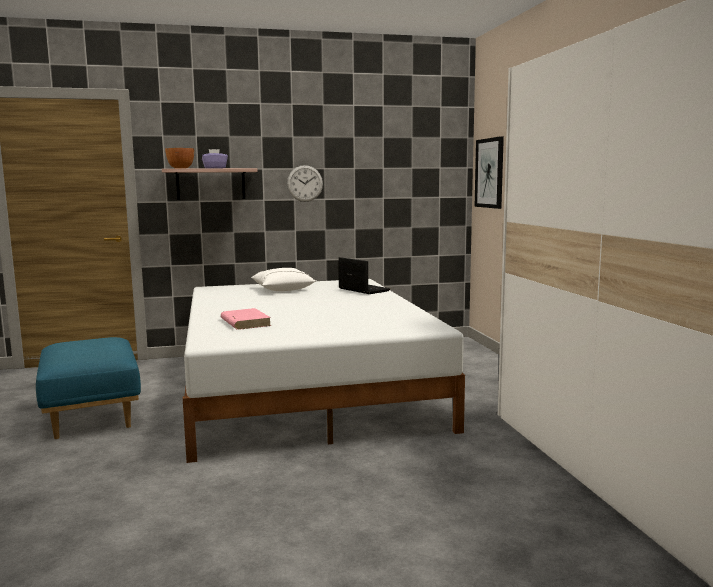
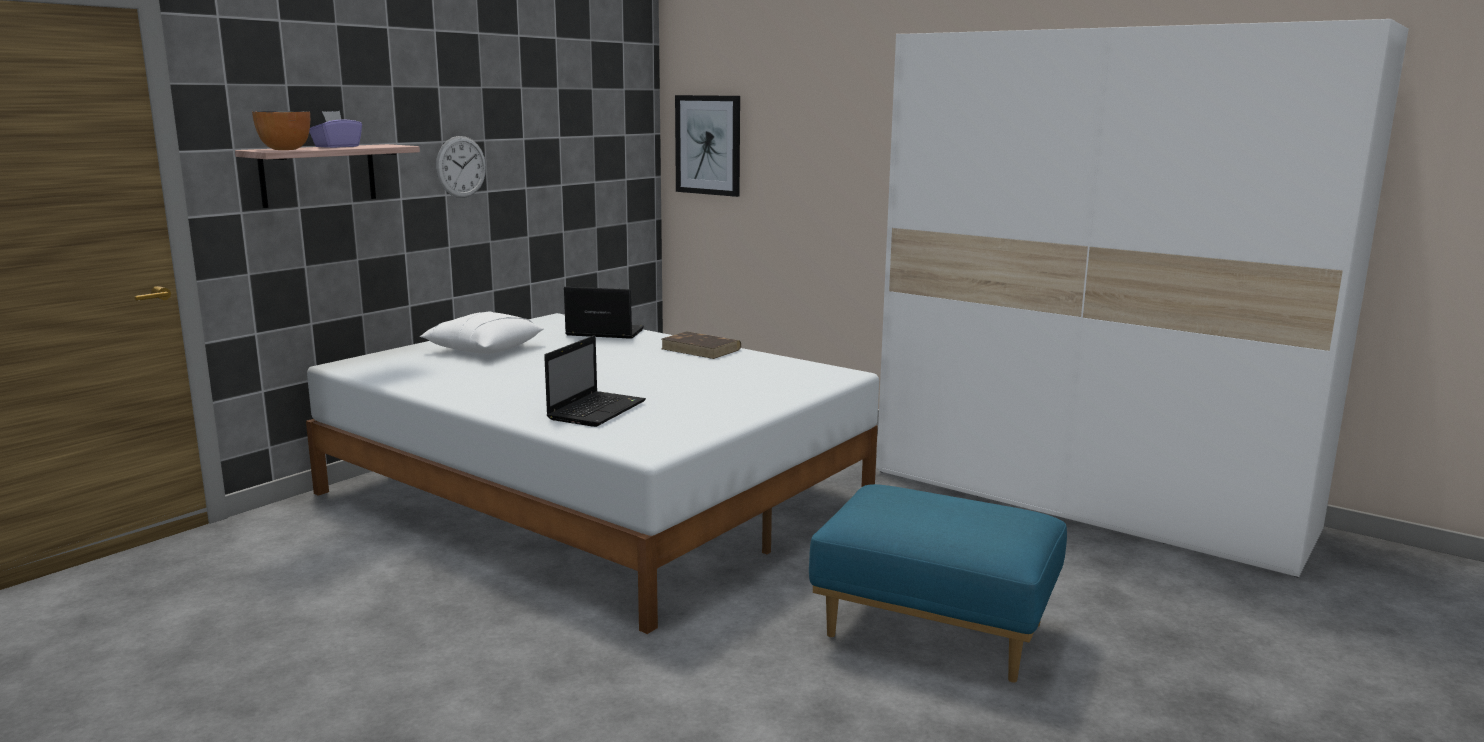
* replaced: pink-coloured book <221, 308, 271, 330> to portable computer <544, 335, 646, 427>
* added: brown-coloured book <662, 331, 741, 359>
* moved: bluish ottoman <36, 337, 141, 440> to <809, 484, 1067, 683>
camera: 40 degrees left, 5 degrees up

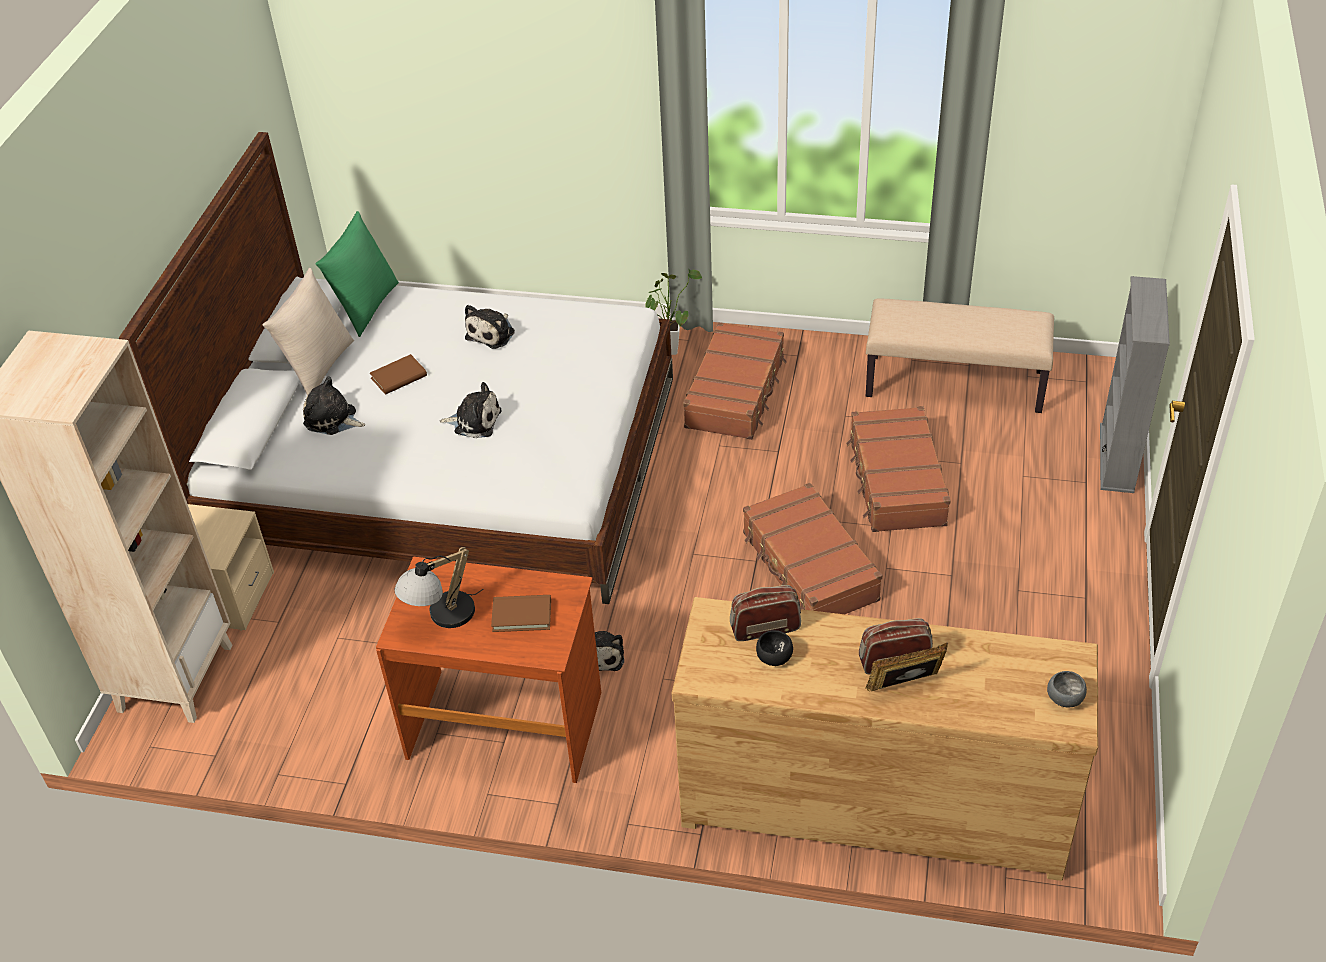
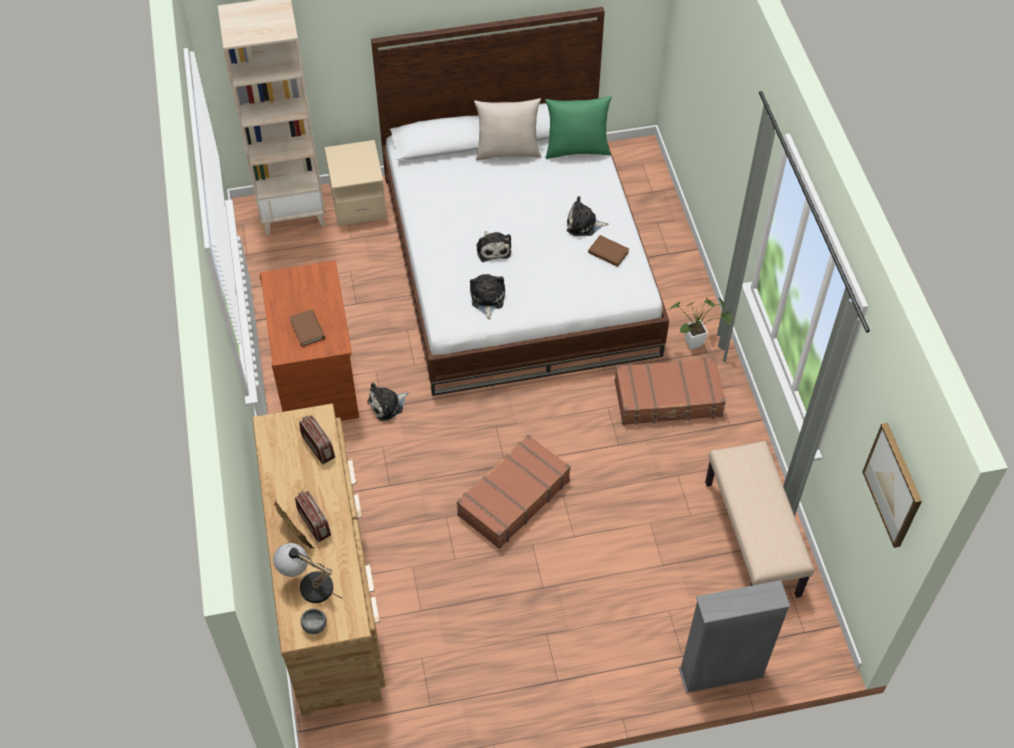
* moved: table lamp <394, 547, 484, 628> to <273, 543, 343, 603>
* moved: soft toy <303, 376, 366, 435> to <470, 274, 505, 319>
* moved: brown-coloured book <370, 354, 427, 395> to <588, 235, 629, 267>
* added: wall art <862, 423, 922, 548>
* removed: black-coloured bowl <756, 630, 793, 666>
* removed: brown-coloured travel case <846, 406, 951, 532>
camera: 65 degrees right, 10 degrees up

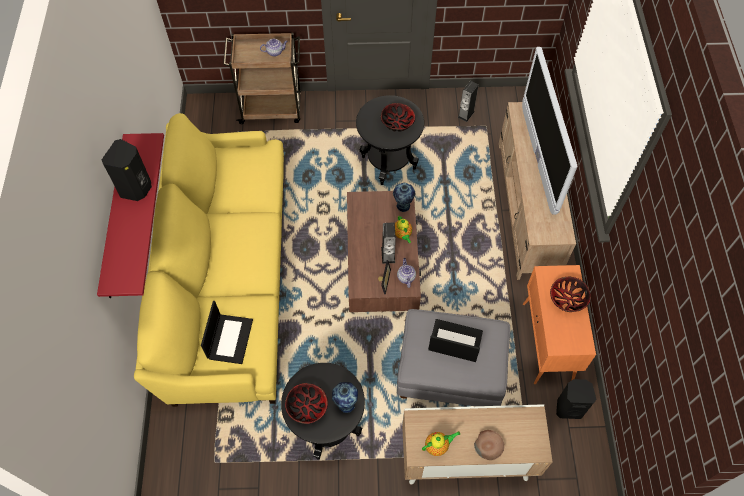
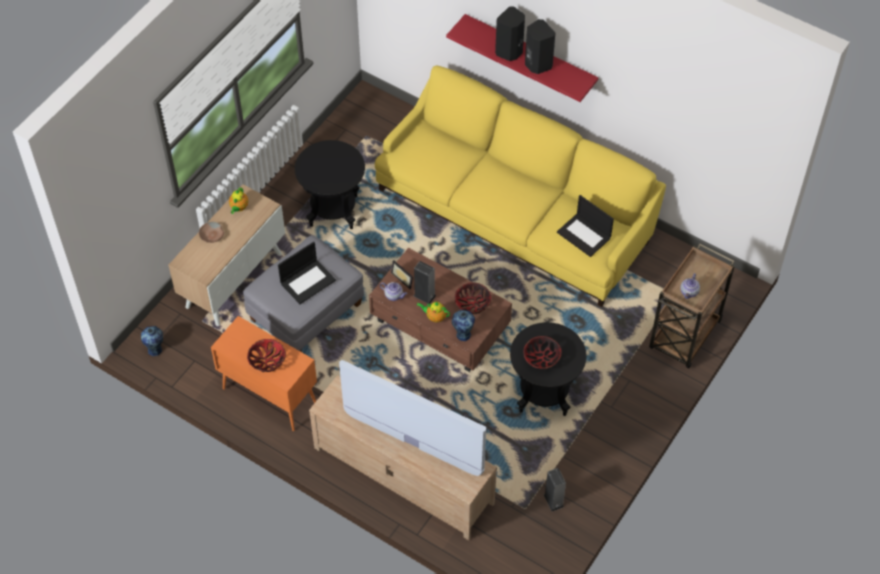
* moved: decorative vase <332, 382, 358, 413> to <141, 326, 163, 356>
* moved: bowl <285, 383, 328, 424> to <455, 283, 491, 314>
* moved: black-coloured loudspeaker <556, 379, 597, 419> to <495, 6, 525, 61>
* moved: portable computer <201, 301, 253, 364> to <557, 195, 614, 257>
camera: 125 degrees right, 5 degrees down

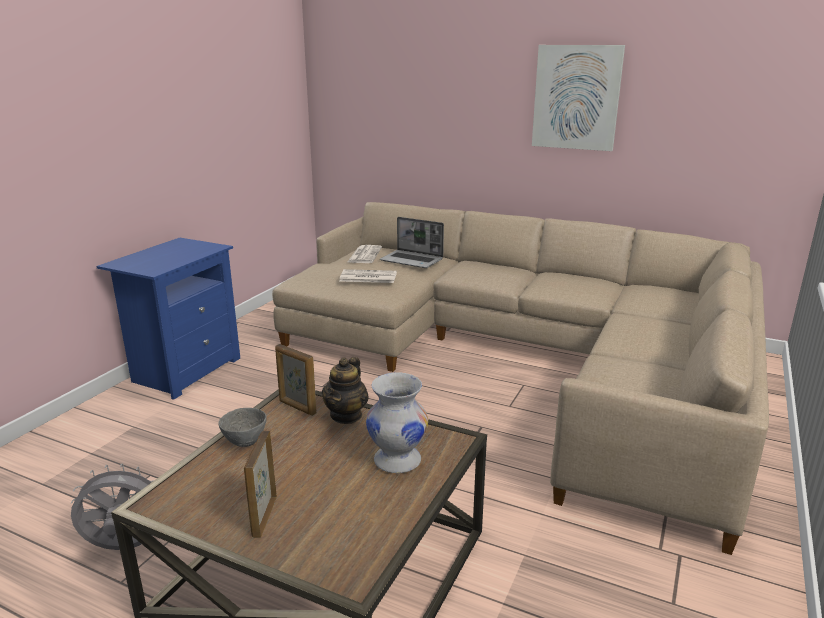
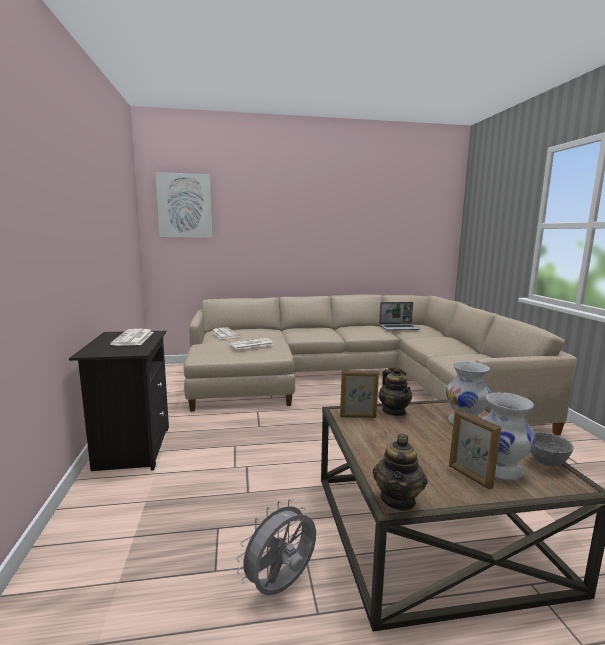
* recoloured: bluish bedside table <96, 237, 240, 400> to black-coloured bedside table <69, 330, 169, 471>
* added: daily paper <110, 329, 153, 346>
* moved: wall art <532, 45, 625, 151> to <155, 172, 212, 238>
* added: teapot <373, 434, 428, 511>
* moved: portable computer <380, 217, 444, 268> to <379, 302, 420, 331>
* added: white decorative vase <482, 392, 536, 480>
* moved: gray bowl <218, 408, 267, 447> to <530, 432, 574, 467>
camera: 35 degrees left, 10 degrees down

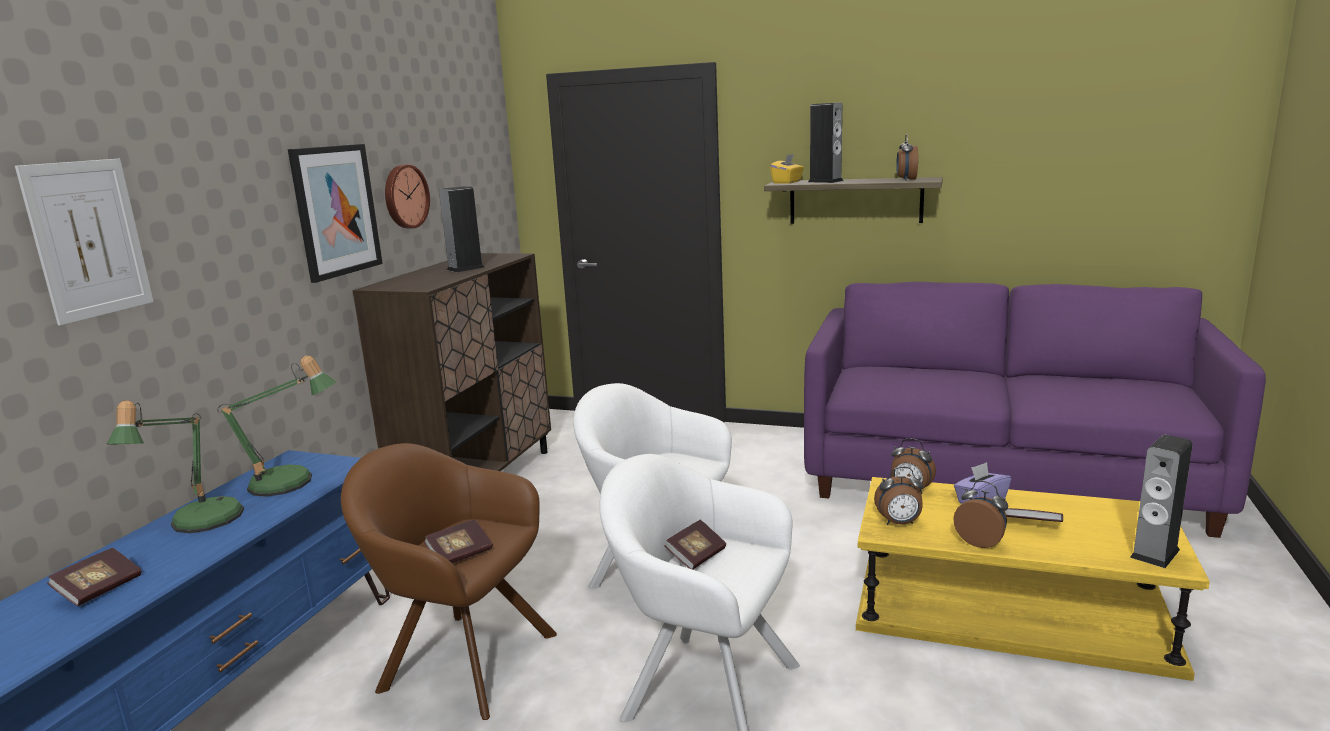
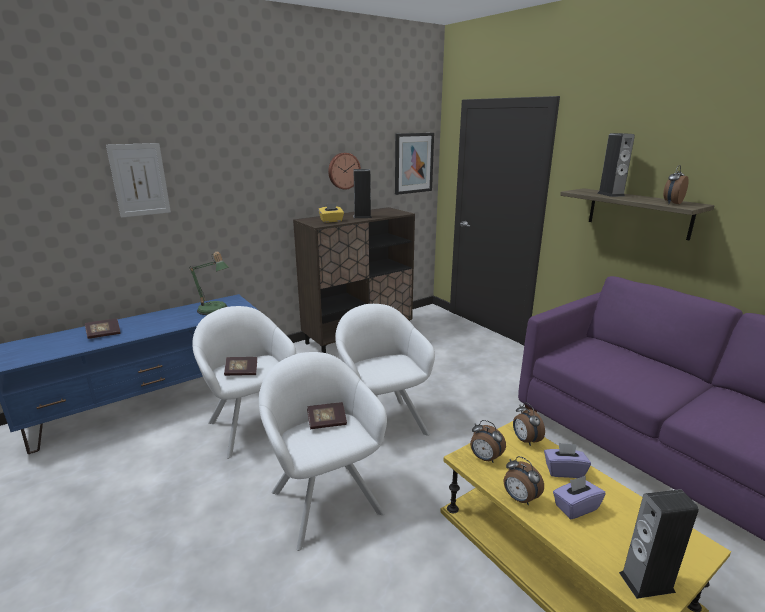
* recoloured: brown-coloured armchair <341, 443, 557, 720> to white armchair <192, 306, 296, 459>
* moved: yellowish tissue box <770, 154, 804, 184> to <318, 203, 344, 223>
* moved: wall art <288, 144, 383, 283> to <395, 133, 434, 195>
* turned: bedside clock <954, 480, 1008, 548> = <504, 456, 544, 505> 150 degrees clockwise
* replaced: book <1005, 508, 1063, 522> to purple-coloured tissue box <553, 476, 606, 519>
* removed: table lamp <107, 400, 244, 533>
camera: 35 degrees right, 5 degrees up

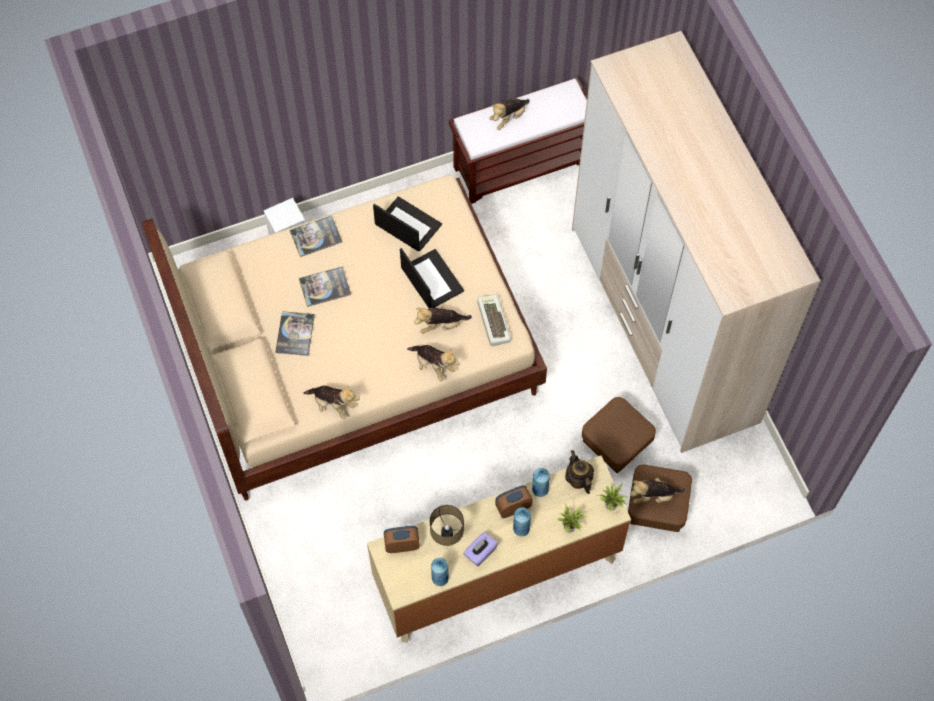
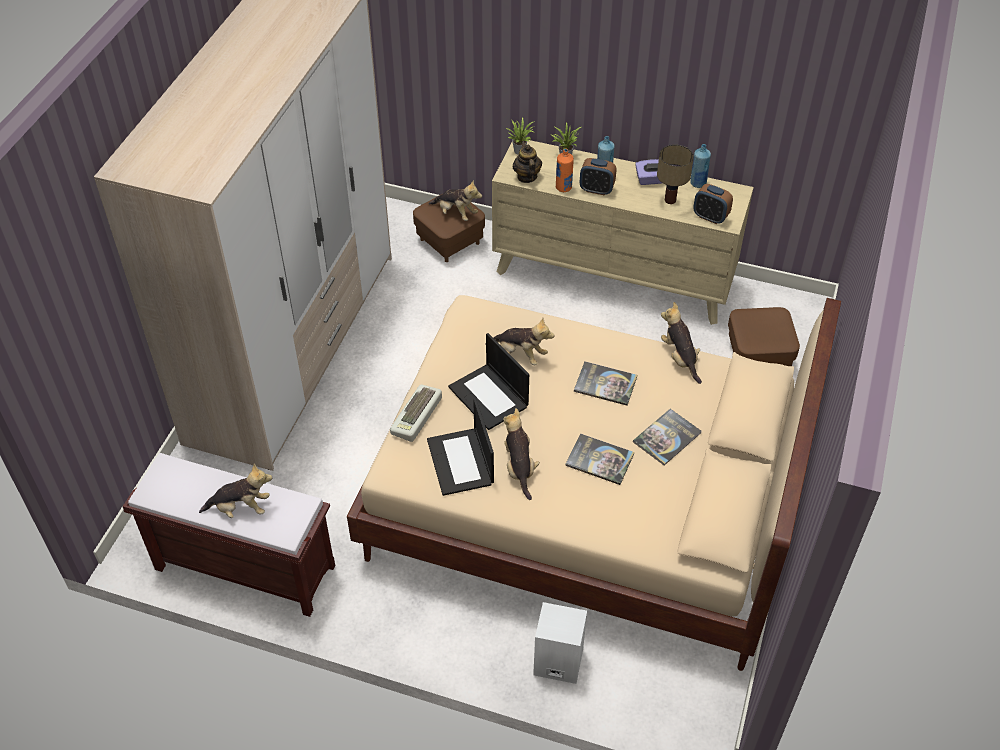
* moved: keyboard <477, 294, 511, 346> to <390, 385, 442, 442>
* turned: portable computer <400, 248, 464, 308> = <448, 333, 529, 430> 45 degrees counterclockwise
* moved: soft toy <407, 345, 460, 381> to <503, 408, 540, 500>
* turned: teapot <565, 450, 594, 494> = <513, 141, 542, 183> 150 degrees clockwise
* recoloured: bluish drink bottle <532, 468, 550, 497> to orange drink bottle <556, 148, 574, 192>
* moved: book <290, 215, 342, 257> to <574, 361, 637, 406>
* moved: brown-coloured ottoman <582, 397, 656, 473> to <728, 307, 800, 366>
camera: 140 degrees left, 15 degrees down

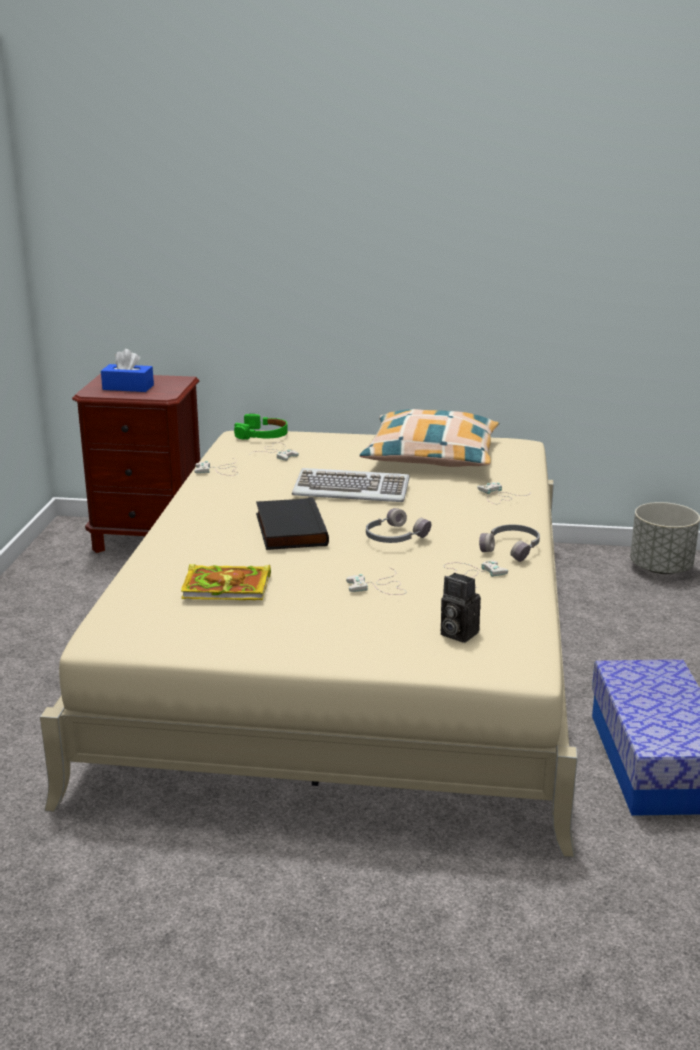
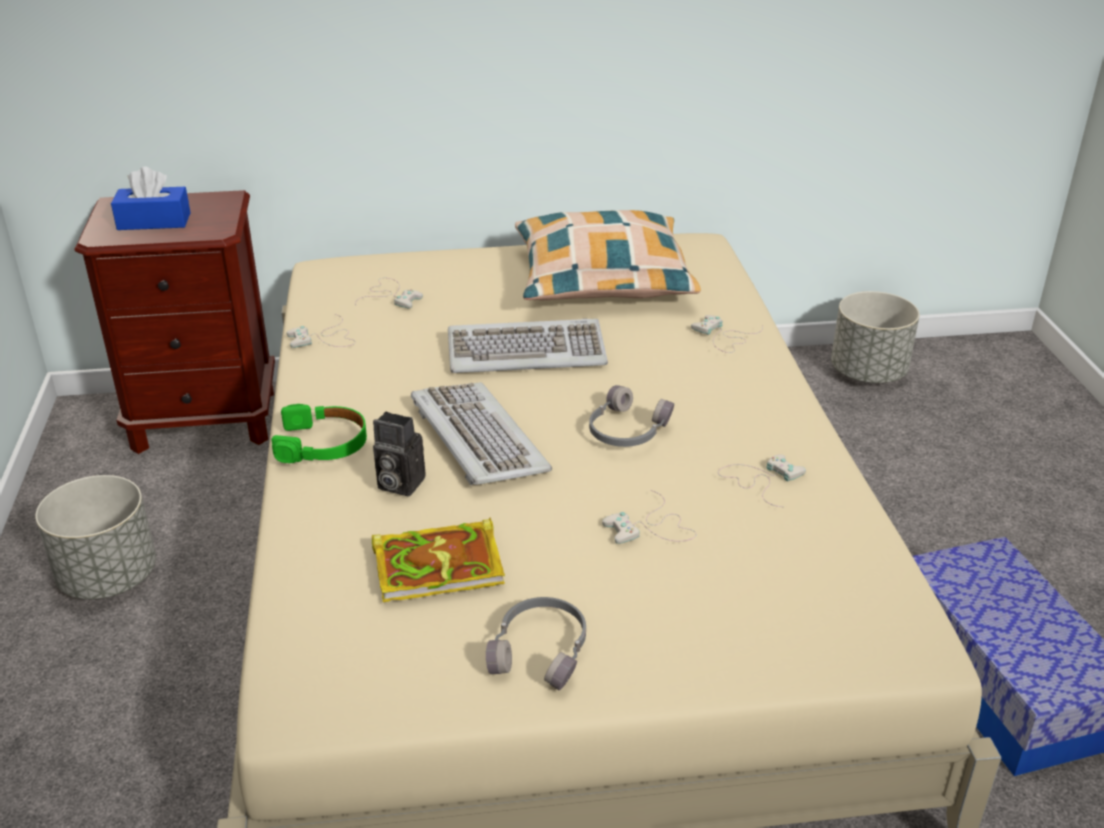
* added: gray flower pot <35, 475, 156, 599>
* moved: greenish headset <234, 414, 288, 440> to <271, 404, 367, 463>
* moved: still camera <441, 573, 481, 643> to <373, 412, 426, 497>
* replaced: black-coloured book <256, 497, 329, 550> to keyboard <411, 382, 552, 485>
* moved: gray headset <479, 525, 540, 562> to <486, 597, 586, 690>
camera: 15 degrees left, 10 degrees up

